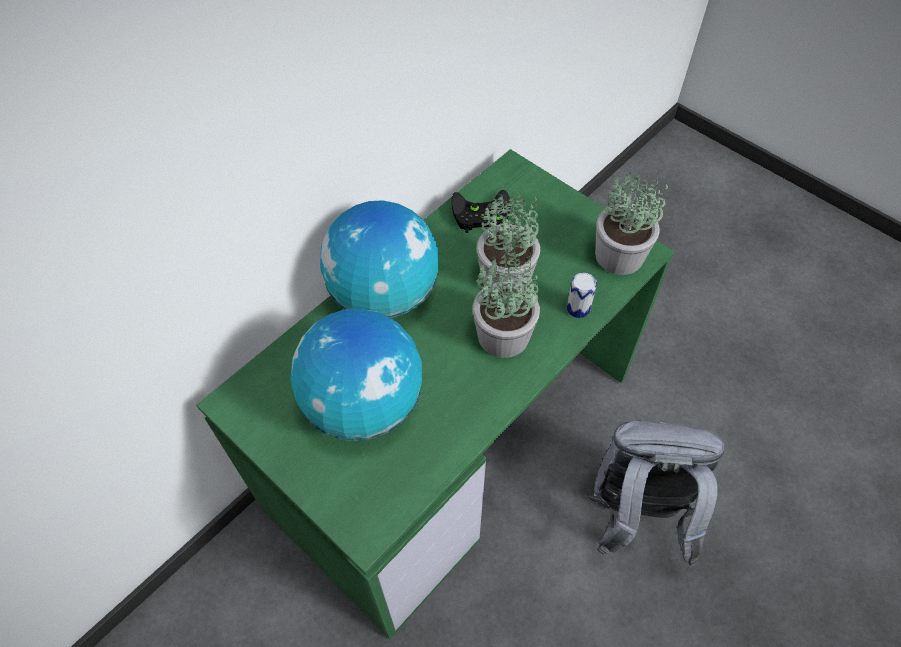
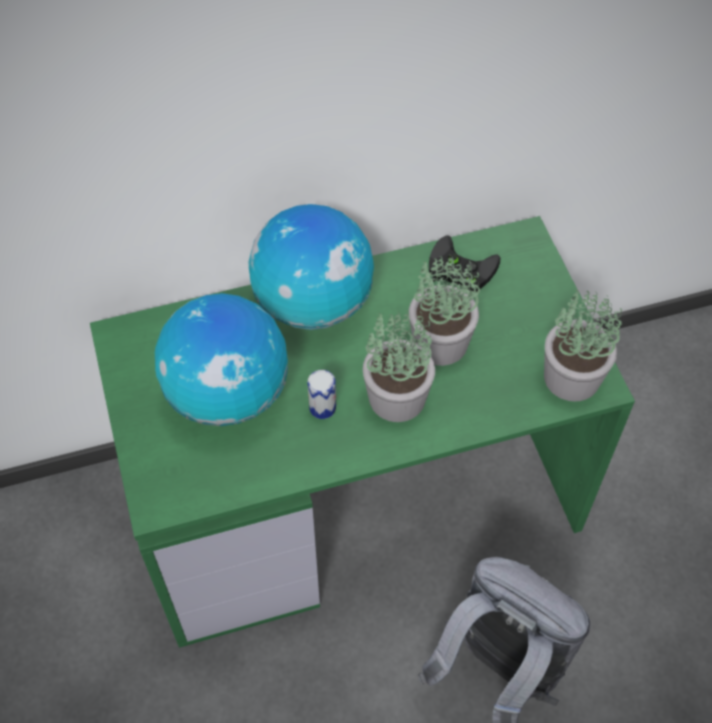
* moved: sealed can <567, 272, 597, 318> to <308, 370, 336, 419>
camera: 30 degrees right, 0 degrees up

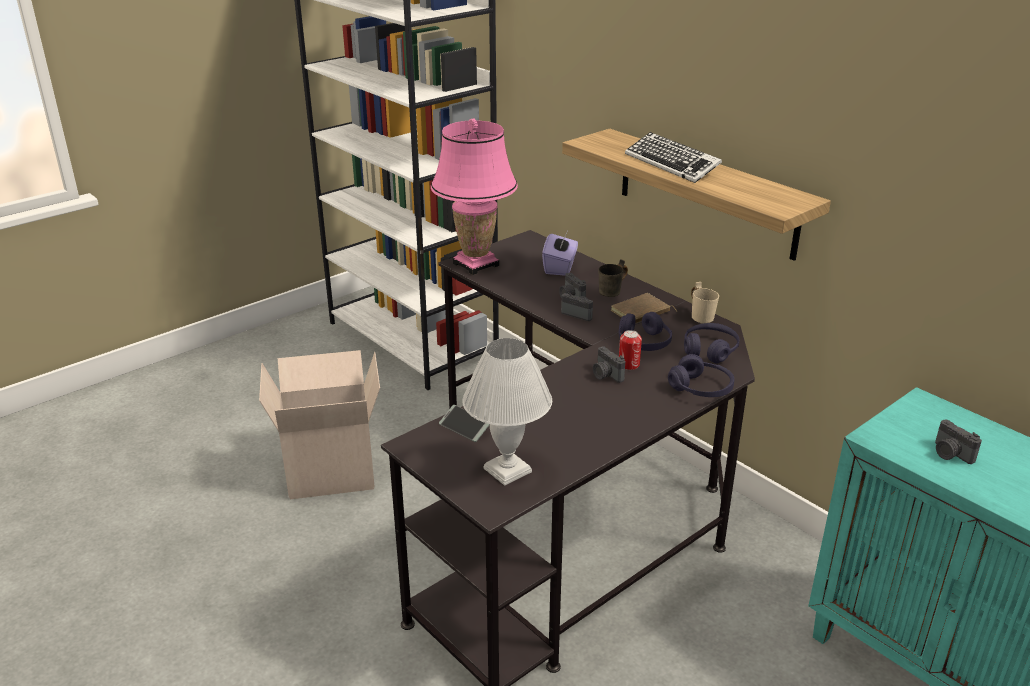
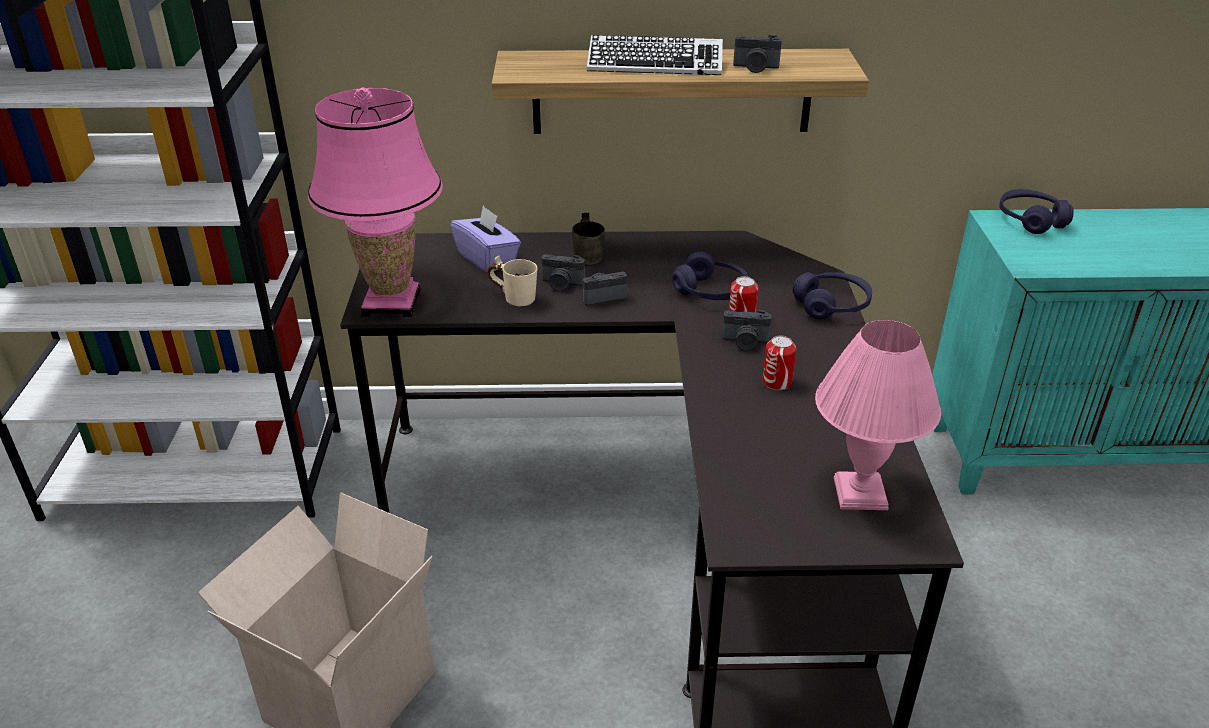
* moved: beige-coloured coffee mug <691, 282, 719, 324> to <487, 256, 537, 306>
* moved: still camera <935, 419, 982, 464> to <733, 35, 782, 73>
* added: sealed can <762, 335, 796, 390>
* recoloured: white table lamp <462, 338, 552, 486> to pink-coloured table lamp <815, 320, 941, 510>
* moved: purple-coloured headset <684, 323, 739, 363> to <999, 189, 1074, 234>
* removed: telephone <439, 405, 490, 442>
* removed: brown-coloured book <611, 293, 678, 323>
camera: 50 degrees left, 5 degrees up

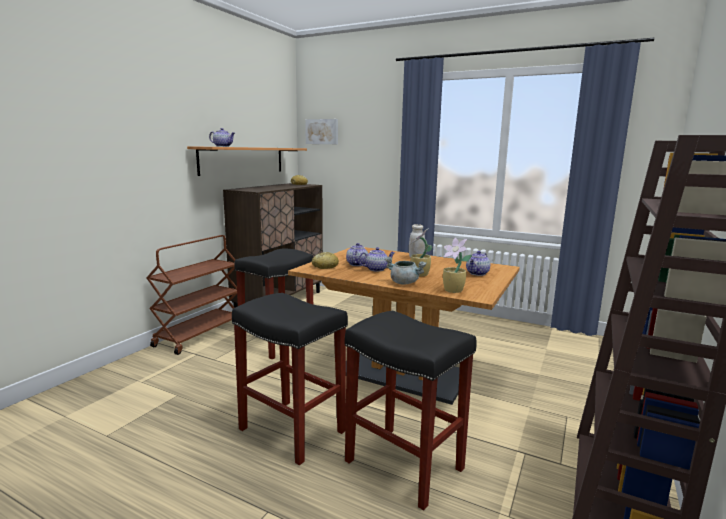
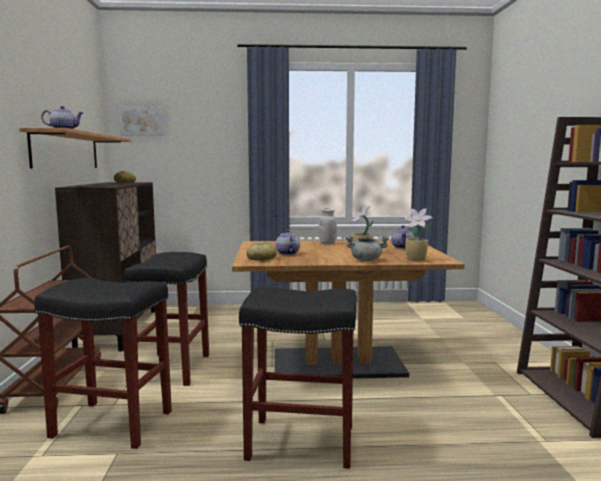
* moved: black-coloured stool seat <345, 311, 477, 510> to <34, 278, 172, 449>
* removed: teapot <358, 247, 395, 272>
camera: 30 degrees left, 5 degrees down

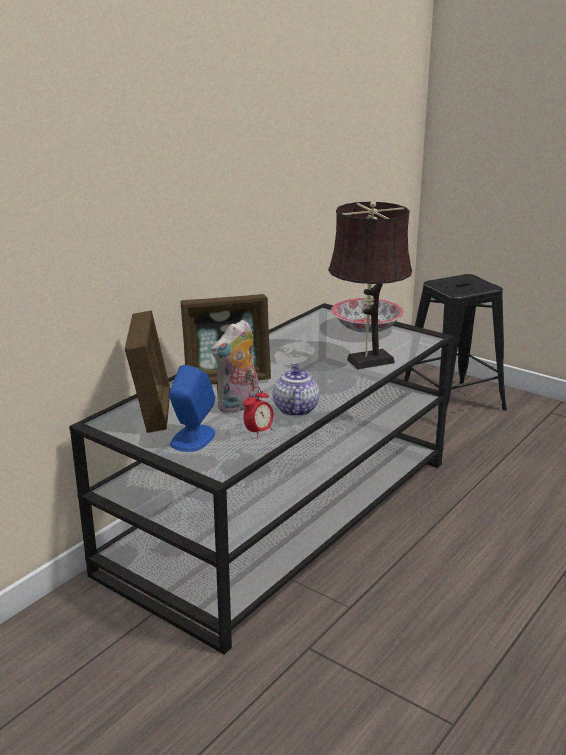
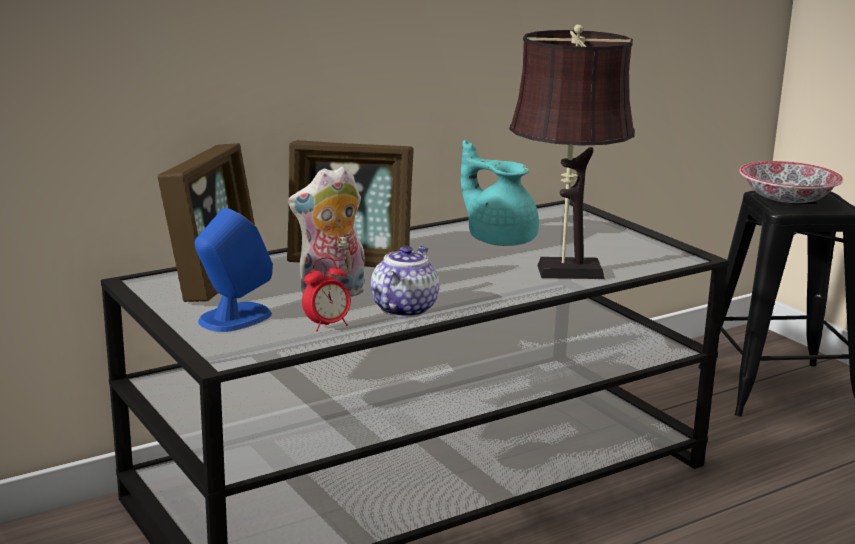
* added: turquoise teapot <461, 140, 539, 246>
* moved: bowl <331, 298, 404, 333> to <739, 161, 843, 203>
camera: 20 degrees right, 5 degrees down

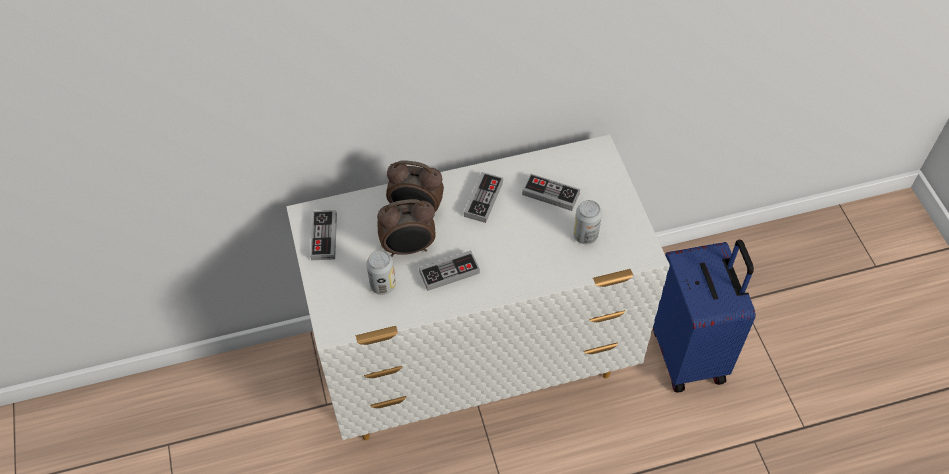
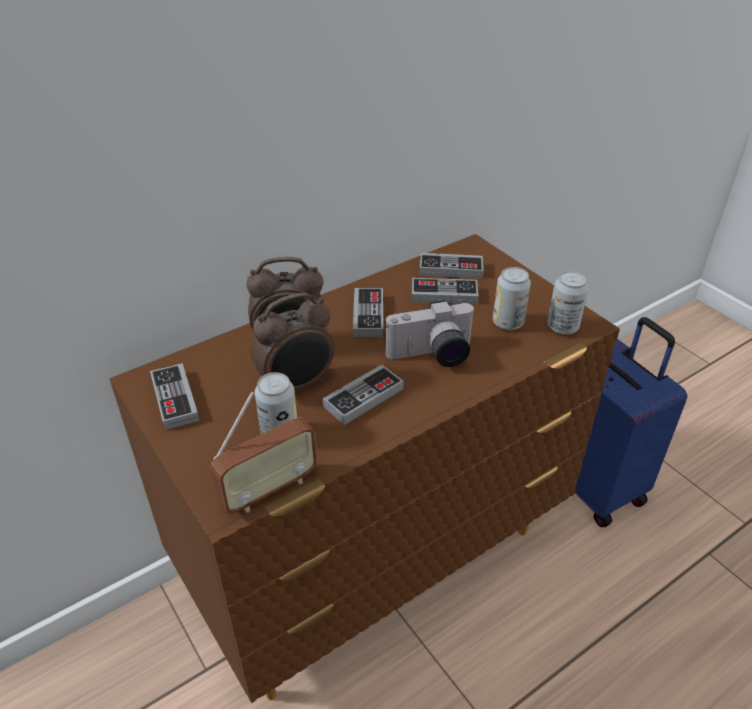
* recoloured: white dresser <286, 135, 670, 441> to brown-coloured dresser <109, 234, 620, 703>
* added: radio receiver <210, 392, 318, 513>
* added: still camera <385, 300, 476, 367>
* added: gamepad <419, 253, 483, 279>
* added: sealed can <547, 271, 589, 335>
camera: 20 degrees left, 15 degrees down

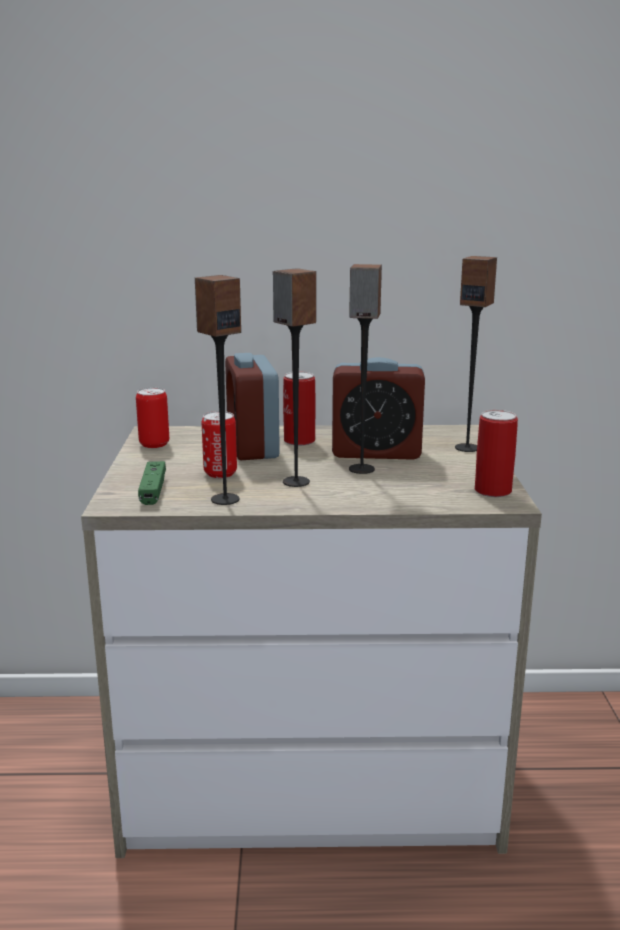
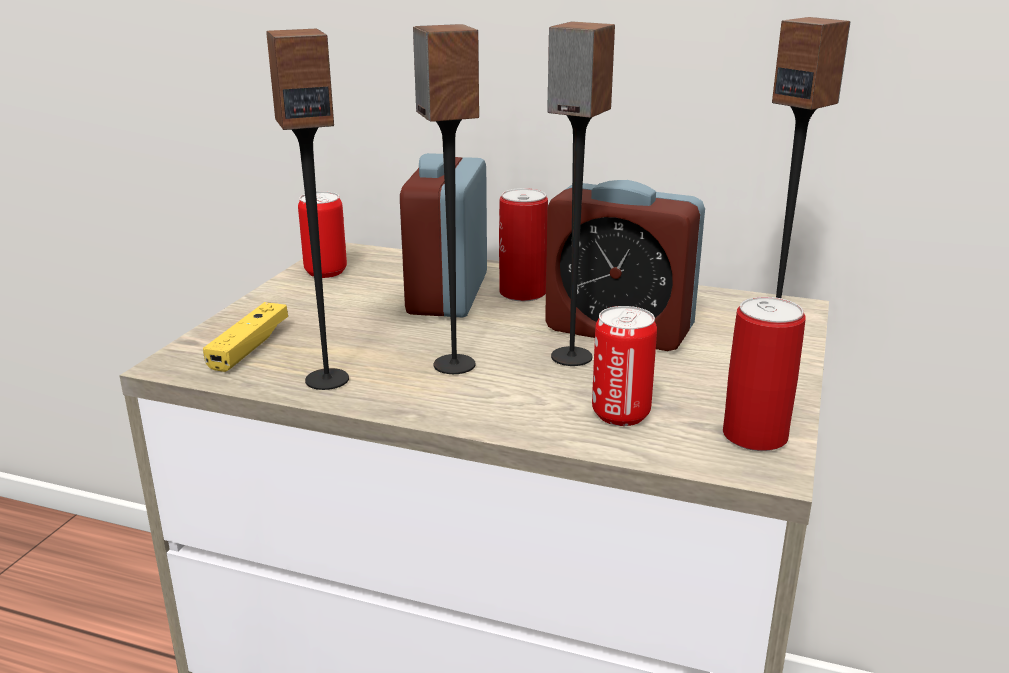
* recoloured: greenish gamepad <138, 461, 166, 505> to yellowish gamepad <203, 302, 288, 372>
* moved: sealed can <202, 411, 237, 478> to <592, 306, 657, 426>
camera: 20 degrees right, 5 degrees up

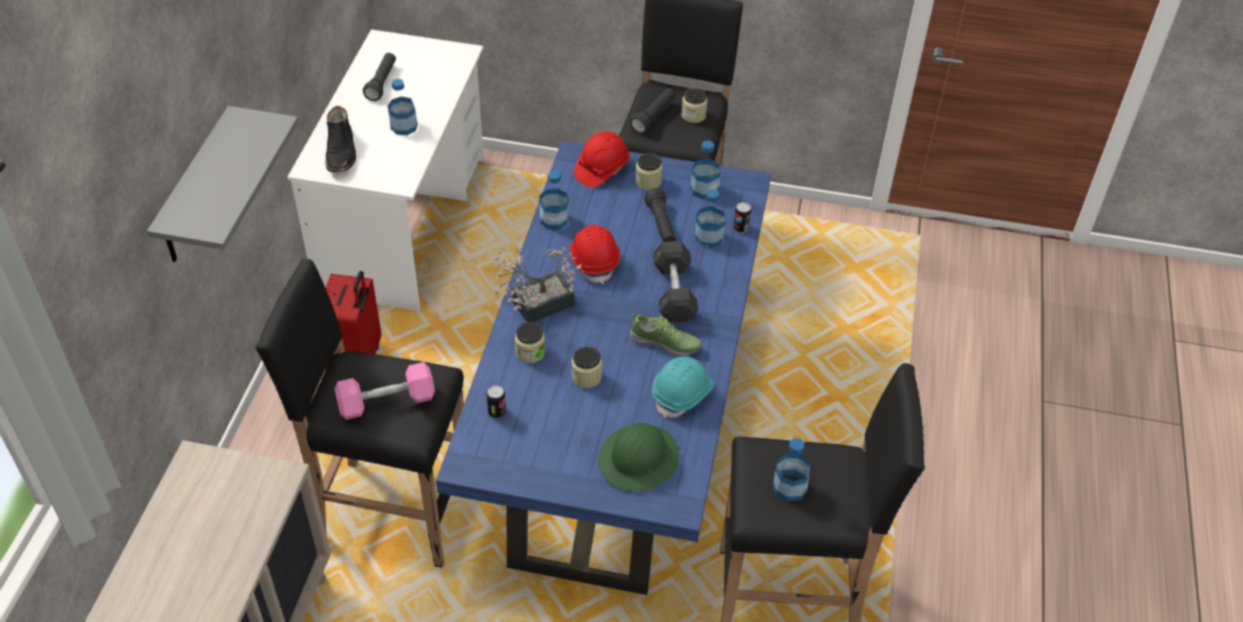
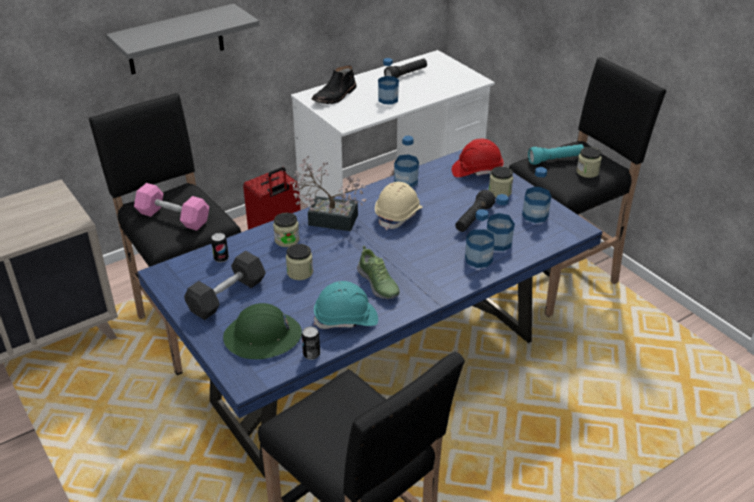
* moved: gray hand weight <653, 241, 698, 322> to <184, 251, 266, 320>
* moved: sealed can <733, 202, 751, 233> to <302, 326, 320, 360>
* recoloured: red safety helmet <570, 225, 620, 284> to beige-coloured safety helmet <375, 182, 422, 230>
* moved: drink bottle <773, 438, 810, 501> to <465, 209, 494, 268>
* recoloured: black-coloured torch <630, 88, 676, 134> to turquoise torch <528, 144, 584, 165>
camera: 45 degrees right, 10 degrees down

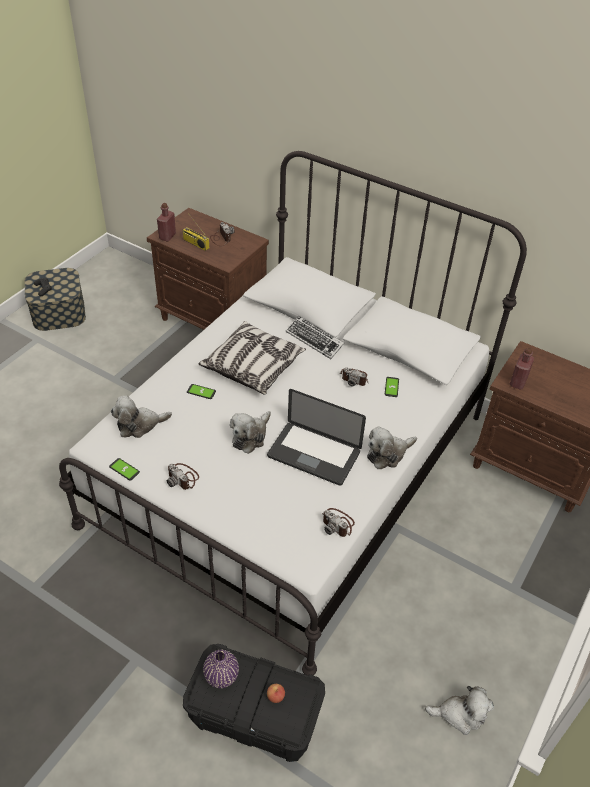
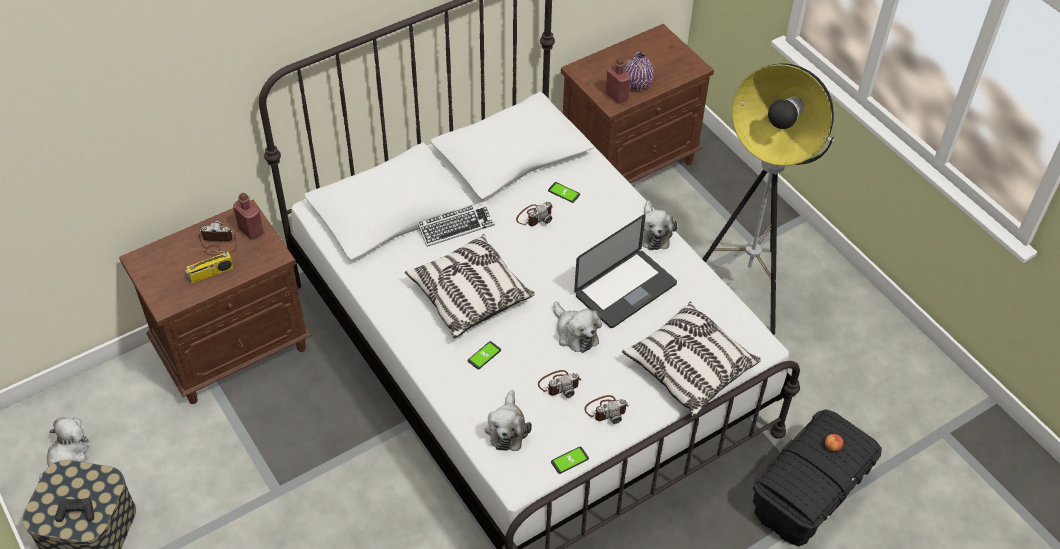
* moved: soft toy <425, 686, 494, 735> to <39, 417, 89, 479>
* moved: red drink bottle <157, 203, 176, 241> to <233, 193, 264, 240>
* moved: still camera <322, 508, 355, 537> to <538, 370, 581, 398>
* added: cushion <622, 302, 761, 417>
* moved: purple-coloured decorative vase <203, 650, 239, 688> to <624, 52, 654, 90>
* added: standing lamp <702, 63, 835, 335>
camera: 65 degrees left, 5 degrees up

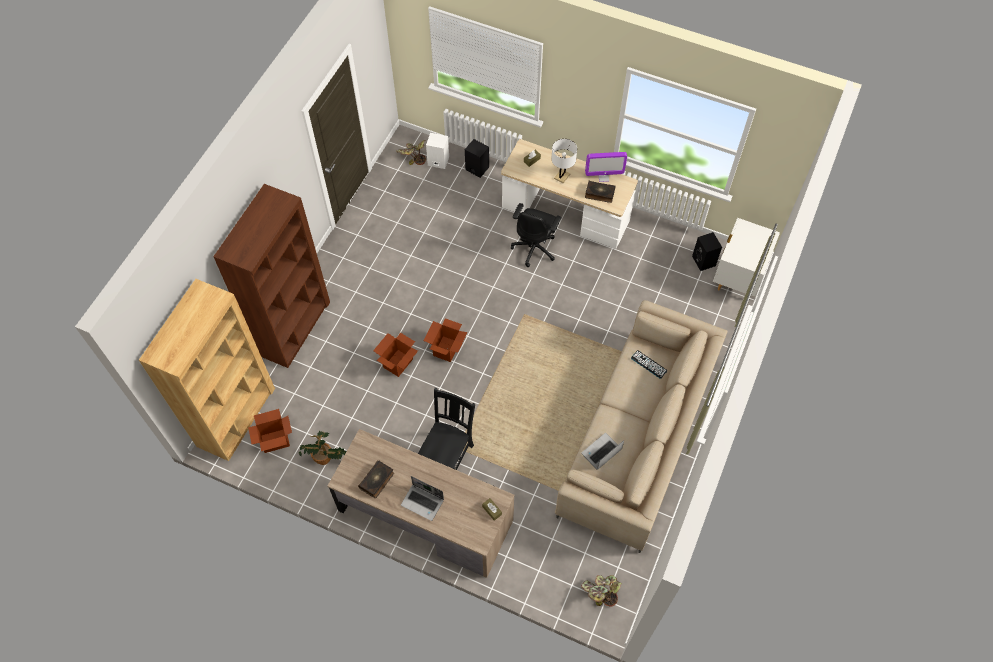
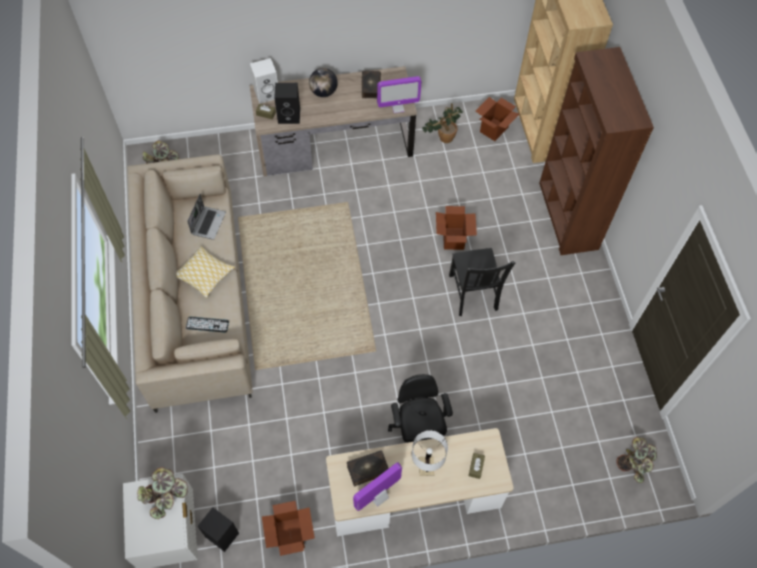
* added: houseplant <137, 467, 188, 519>
* added: cushion <176, 246, 235, 298>
* moved: white loudspeaker <426, 133, 449, 169> to <250, 58, 278, 104>
* moved: cardboard box <423, 318, 468, 362> to <262, 501, 315, 556>
* moved: black-coloured loudspeaker <465, 139, 489, 178> to <274, 83, 300, 124>
* replaced: portable computer <401, 476, 444, 521> to world globe <309, 68, 338, 97>
* added: computer display <377, 76, 421, 113>
* moved: black-coloured plain chair <418, 388, 475, 470> to <449, 248, 515, 316>
camera: 145 degrees right, 0 degrees up

